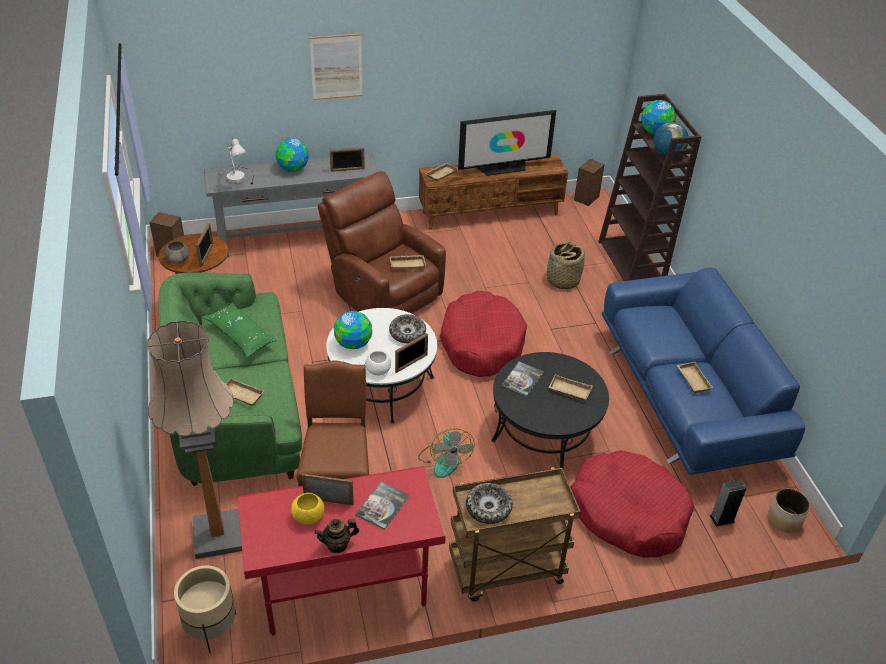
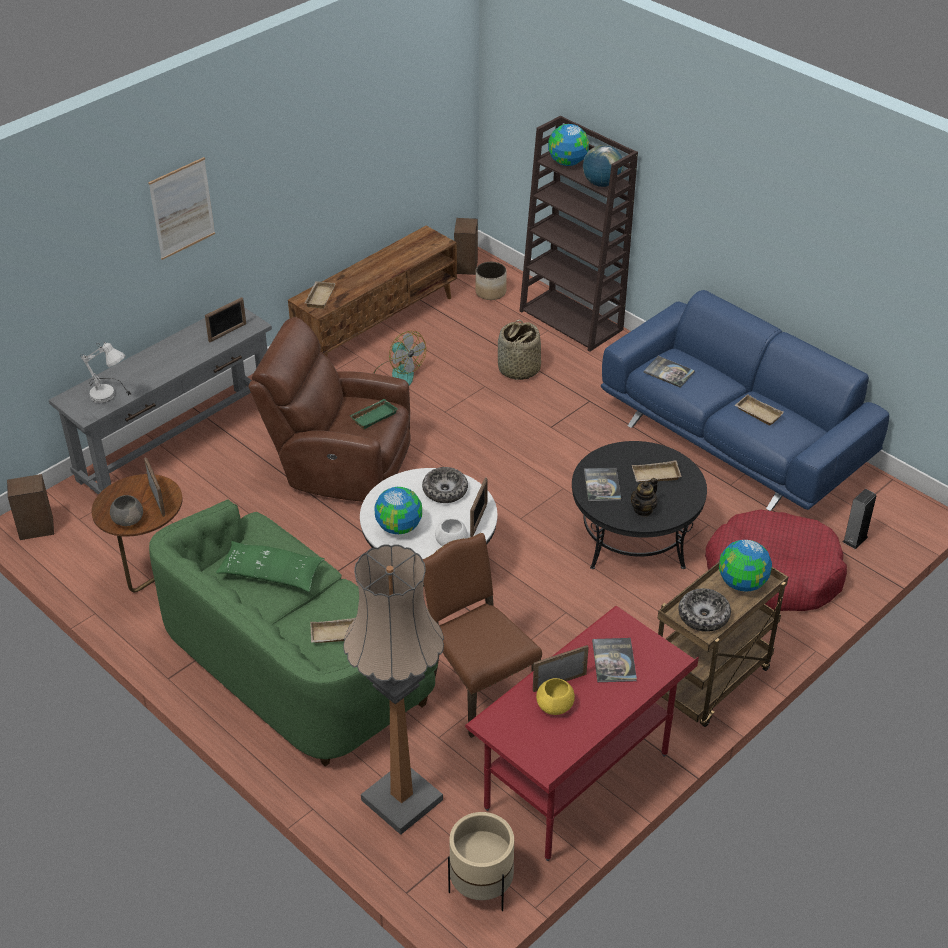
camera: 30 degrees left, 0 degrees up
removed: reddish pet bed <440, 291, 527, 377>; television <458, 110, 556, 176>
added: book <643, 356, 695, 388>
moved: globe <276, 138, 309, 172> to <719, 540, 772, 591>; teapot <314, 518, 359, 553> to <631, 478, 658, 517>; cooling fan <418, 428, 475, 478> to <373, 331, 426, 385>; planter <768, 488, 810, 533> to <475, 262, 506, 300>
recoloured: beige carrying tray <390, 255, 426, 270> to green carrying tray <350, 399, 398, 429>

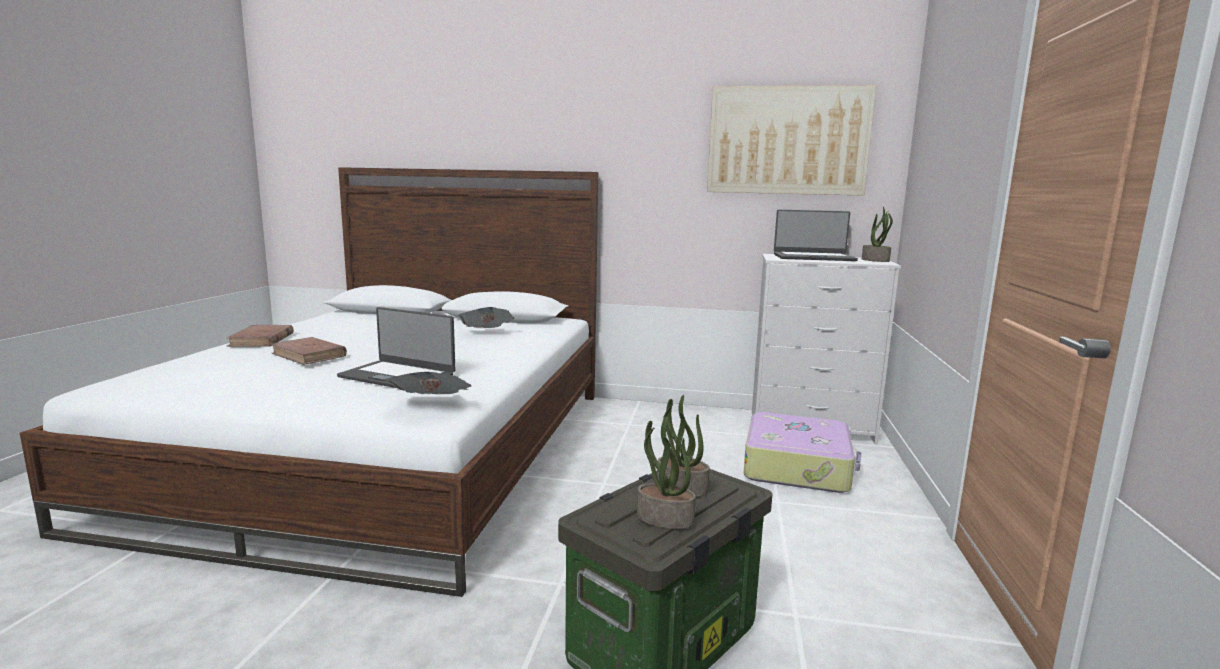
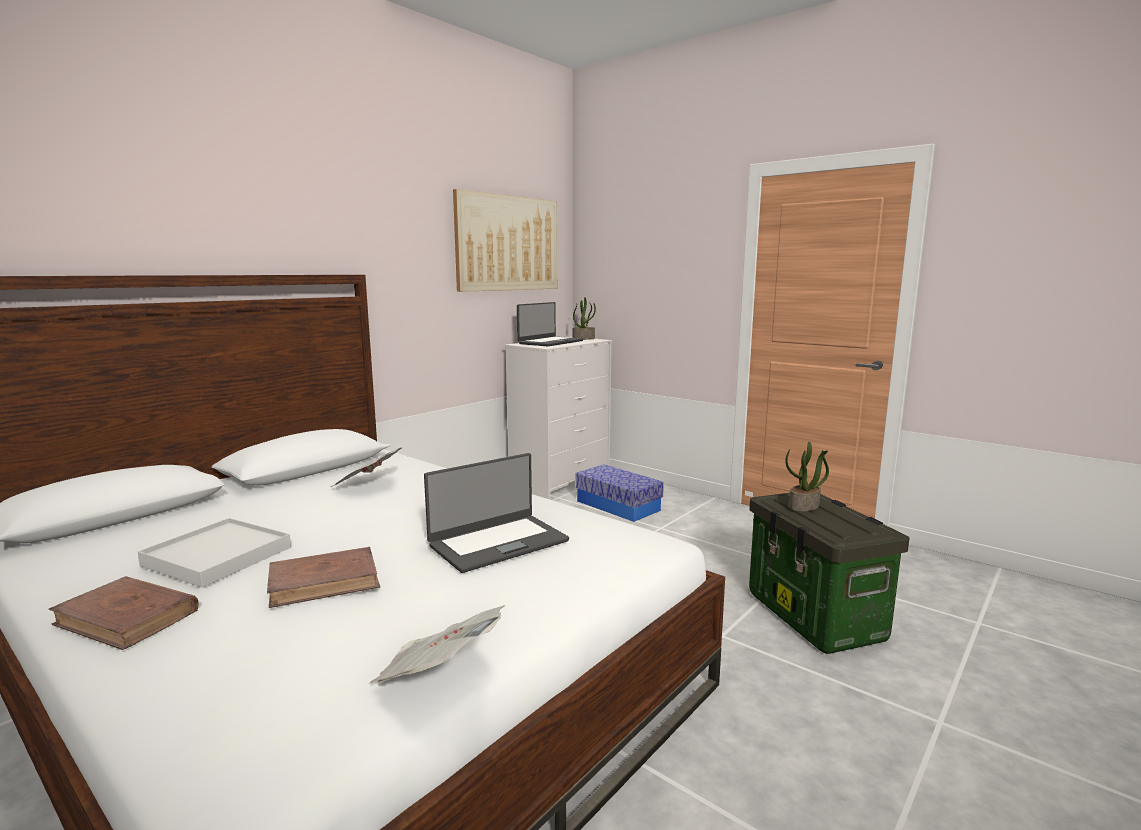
camera: 60 degrees left, 0 degrees up
removed: plant in a pot <637, 416, 696, 529>
added: whitish carrying tray <138, 518, 291, 588>
moved: newspaper <384, 372, 472, 394> to <370, 605, 506, 683>
replaced: suitcase <744, 412, 861, 493> to storage container <575, 464, 664, 522>

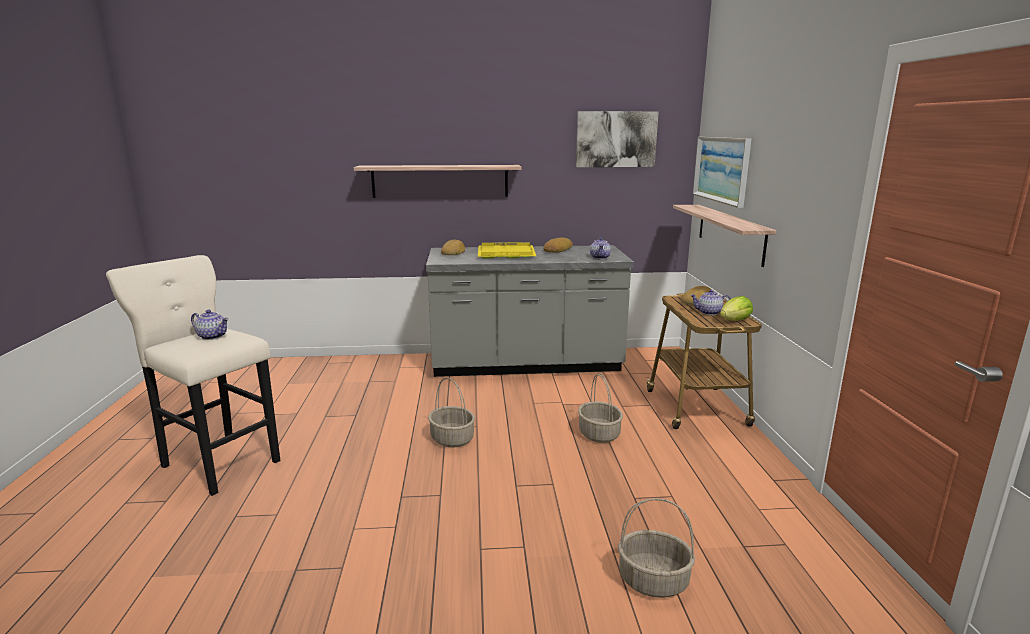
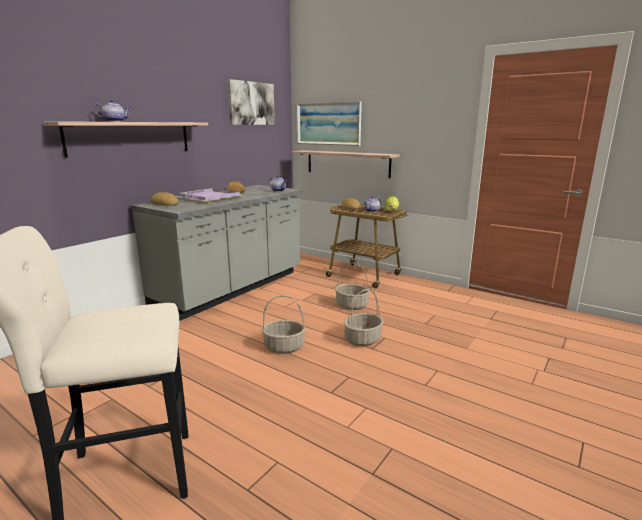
camera: 50 degrees left, 0 degrees up
moved: teapot <191, 310, 229, 340> to <94, 100, 131, 122>; storage basket <618, 498, 695, 598> to <344, 289, 384, 346>
recoloured: yellow-coloured carrying tray <478, 242, 536, 259> to purple carrying tray <176, 188, 241, 203>

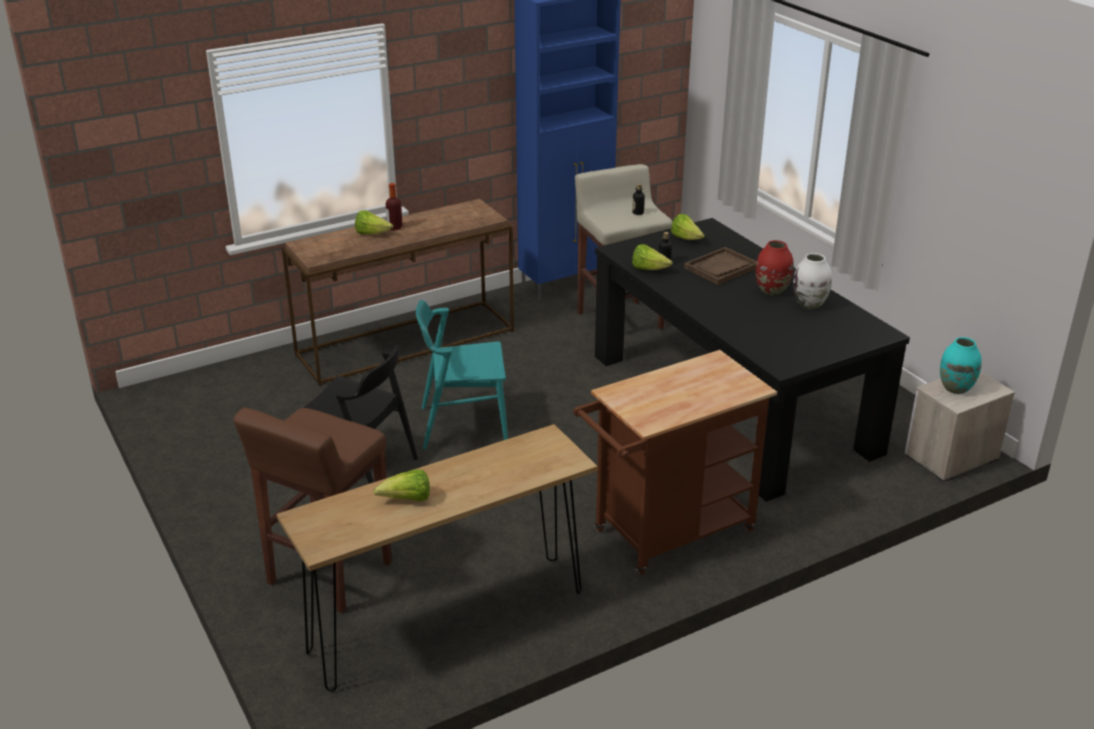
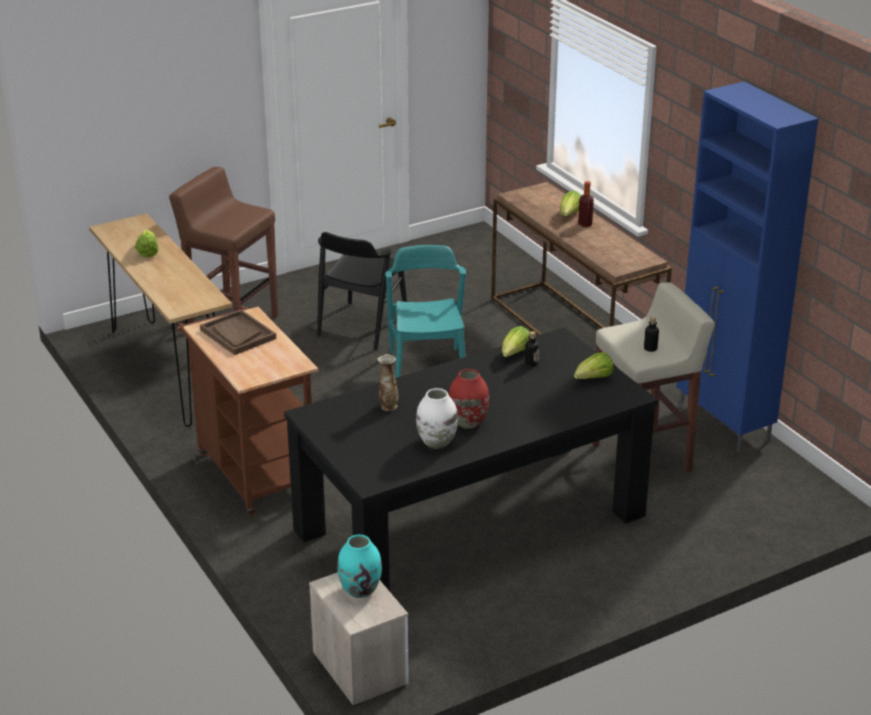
camera: 90 degrees right, 0 degrees up
added: vase <377, 354, 398, 411>
moved: brown-coloured carrying tray <684, 247, 757, 285> to <200, 310, 276, 355>

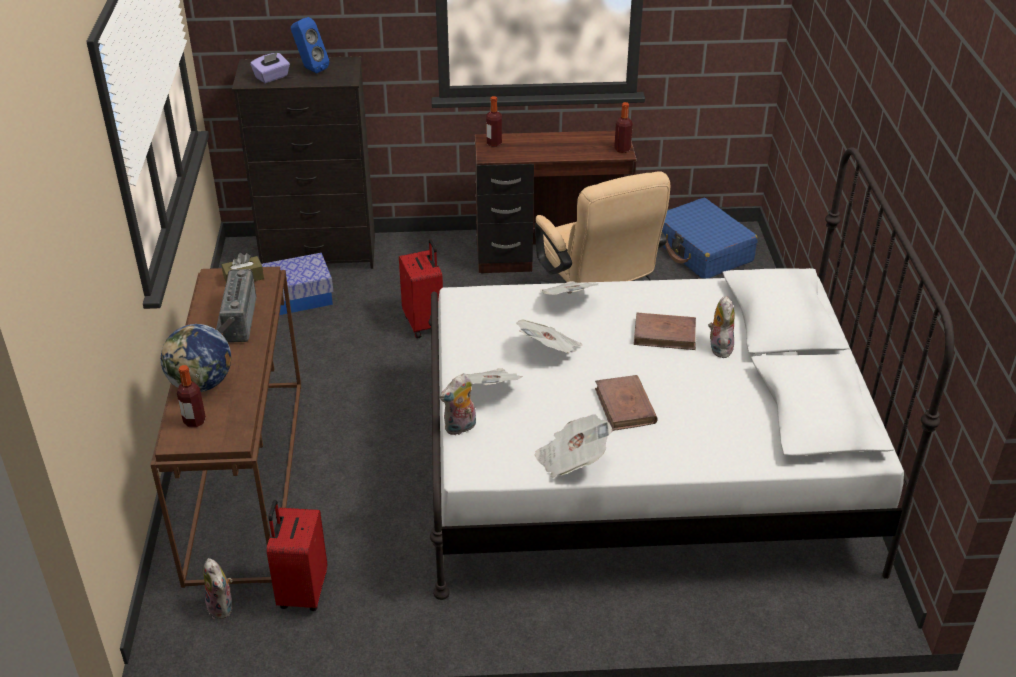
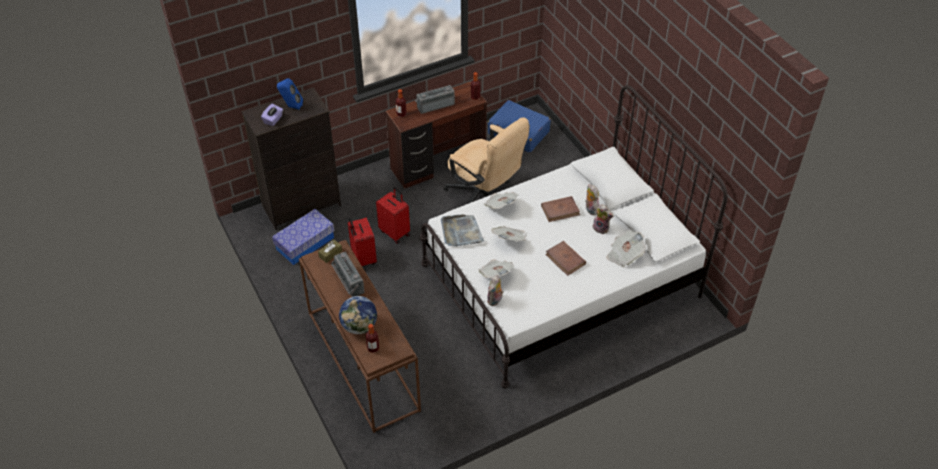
camera: 25 degrees left, 10 degrees up
added: radio receiver <415, 85, 455, 114>; grey carrying tray <441, 214, 484, 246>
moved: cuddly toy <204, 558, 232, 619> to <592, 204, 614, 234>; reddish suitcase <266, 500, 327, 611> to <348, 218, 377, 266>; newspaper <535, 414, 612, 478> to <606, 230, 646, 268>

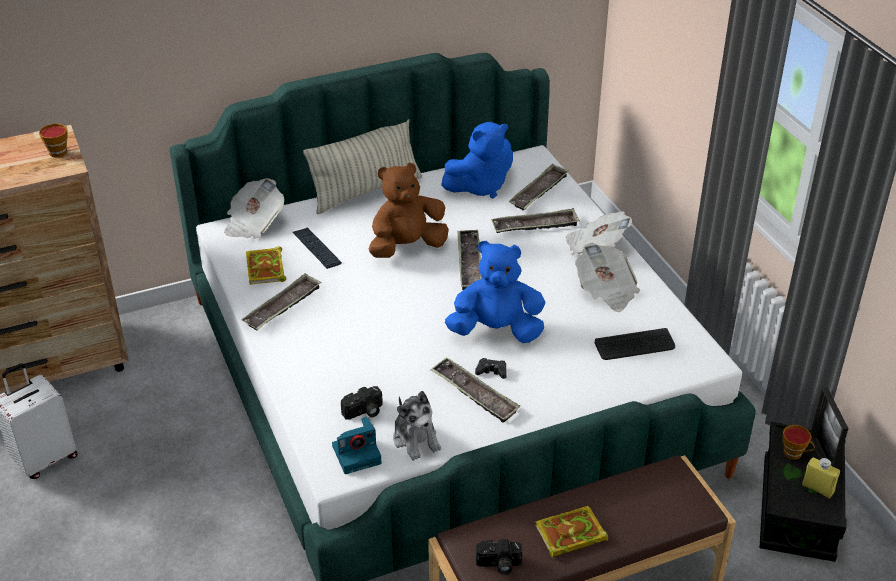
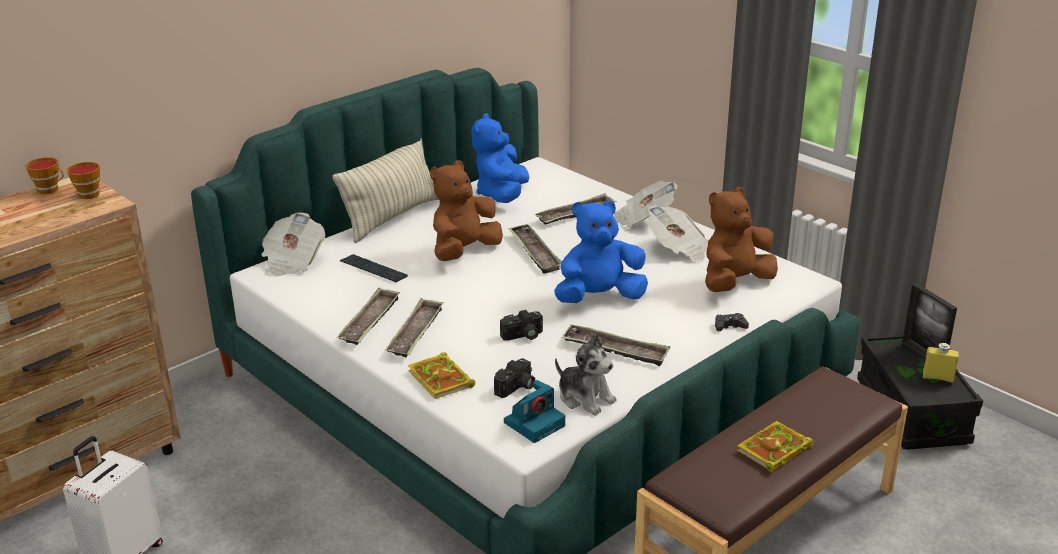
camera: 20 degrees left, 10 degrees down
moved: book <246, 246, 286, 285> to <408, 352, 475, 399>; blackish game controller <475, 358, 507, 379> to <715, 313, 749, 331>; photo camera <476, 539, 522, 575> to <500, 310, 543, 341>; carrying tray <508, 164, 568, 210> to <386, 298, 444, 357>; cup <783, 425, 814, 460> to <26, 157, 64, 194>
replaced: keyboard <595, 328, 675, 360> to brown-coloured cuddly toy <705, 187, 778, 292>
turned: blue-coloured cuddly toy <441, 122, 513, 199> = <471, 113, 529, 203> 150 degrees clockwise

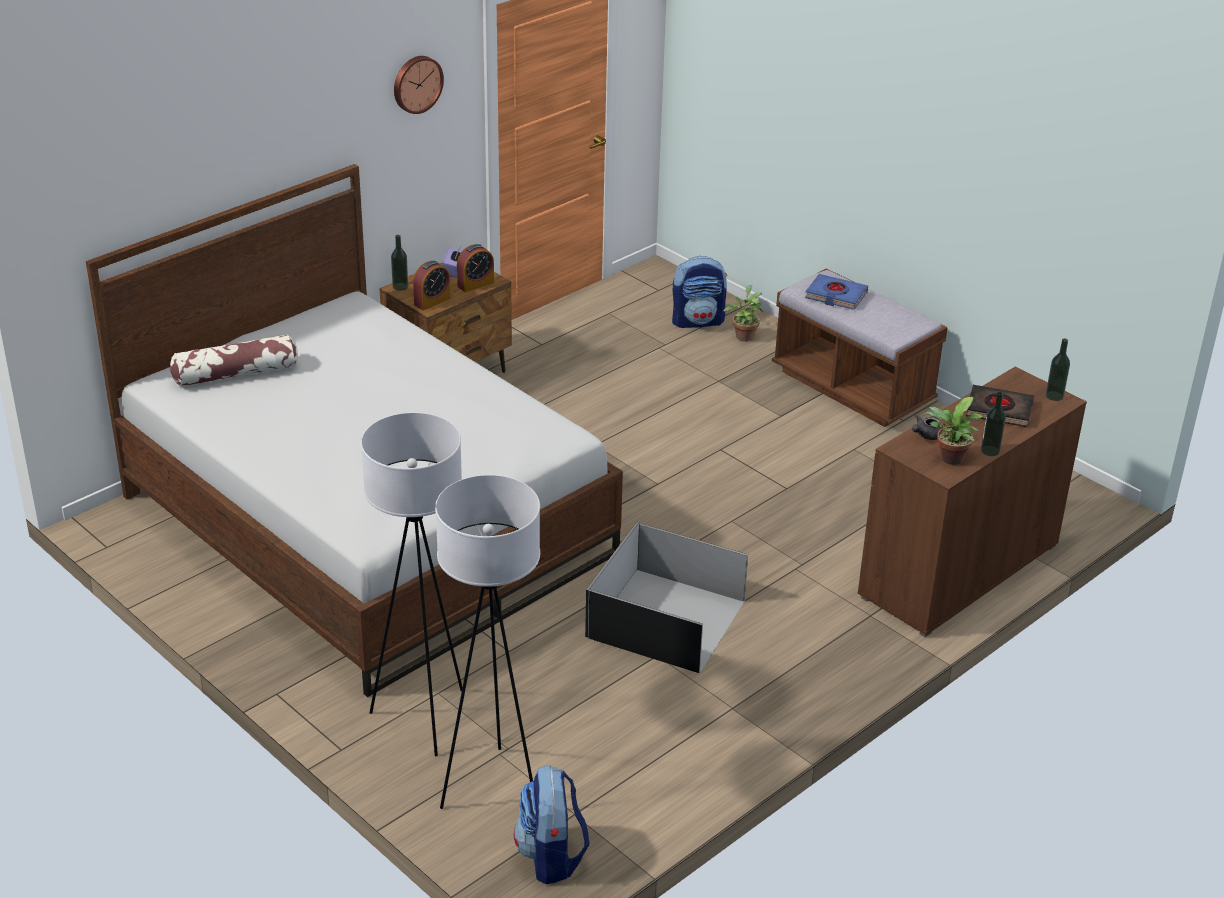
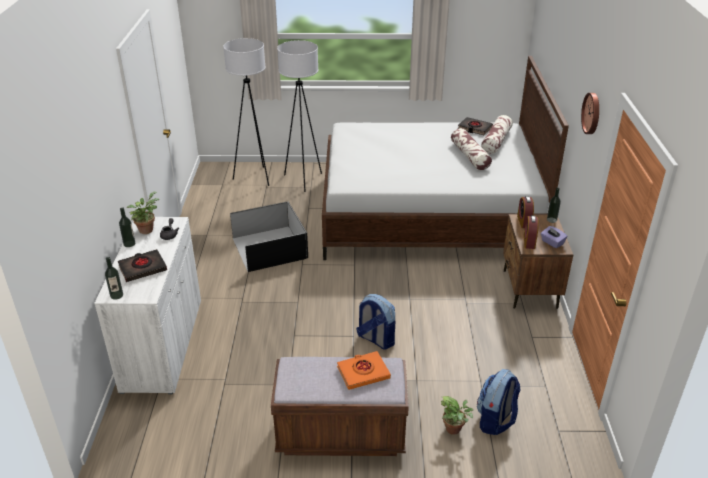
camera: 135 degrees right, 0 degrees up
added: cushion <451, 128, 492, 170>; blackish book <458, 117, 493, 135>
moved: backpack <514, 765, 590, 884> to <356, 294, 395, 349>
recoloured: blue-coloured book <805, 274, 868, 310> to orange book <337, 351, 391, 390>; brown-coloured storage cabinet <858, 367, 1087, 637> to whitish storage cabinet <94, 217, 201, 394>

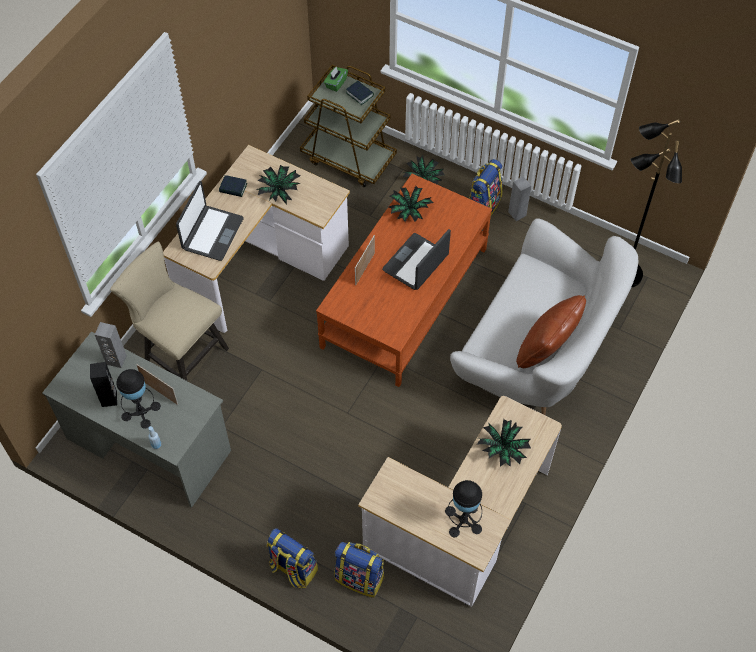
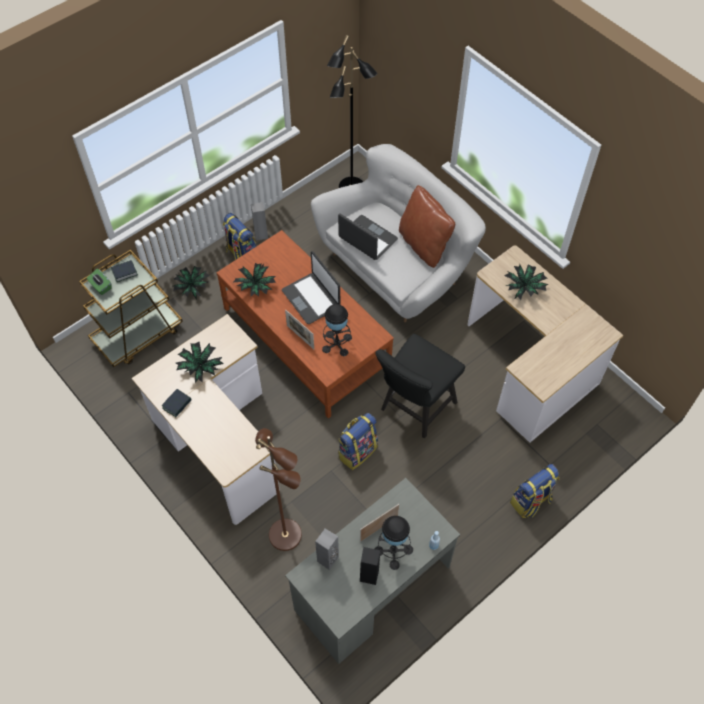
camera: 70 degrees left, 0 degrees up
added: blackish chair <375, 334, 465, 439>
moved: laptop <176, 181, 244, 261> to <338, 213, 398, 260>; backpack <334, 542, 385, 598> to <338, 413, 378, 470>; blackish lamp for a table <445, 480, 482, 537> to <322, 304, 352, 356>
replaced: beige chair <110, 242, 229, 381> to brown-coloured floor lamp <255, 428, 302, 551>

